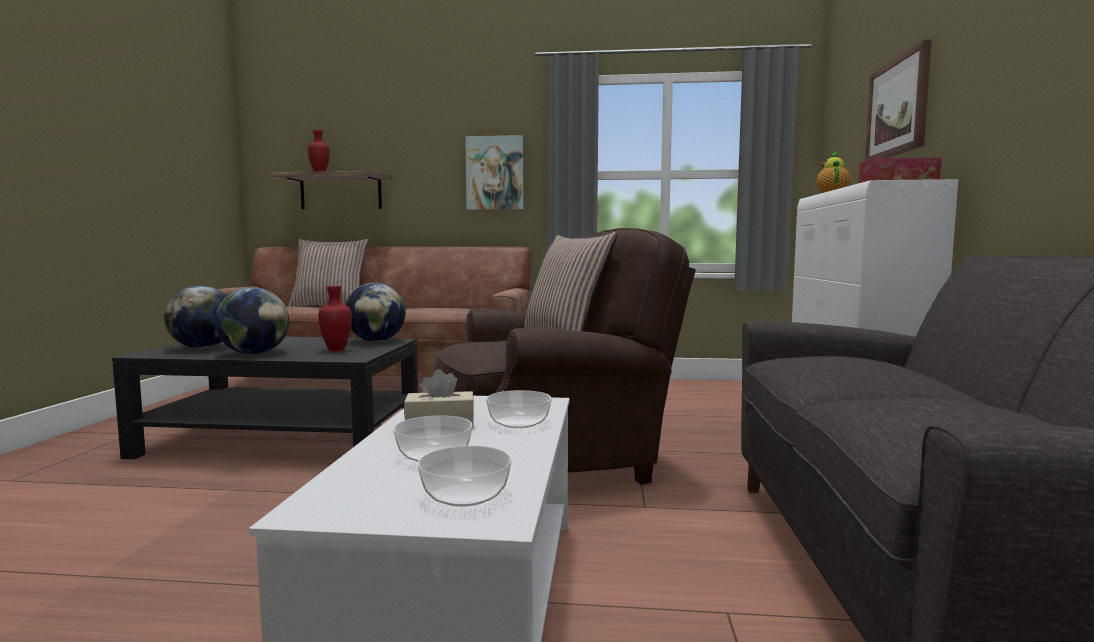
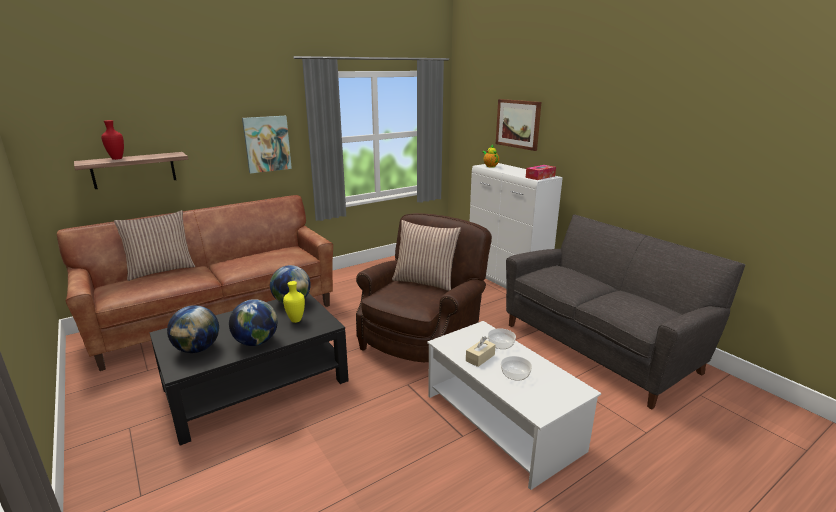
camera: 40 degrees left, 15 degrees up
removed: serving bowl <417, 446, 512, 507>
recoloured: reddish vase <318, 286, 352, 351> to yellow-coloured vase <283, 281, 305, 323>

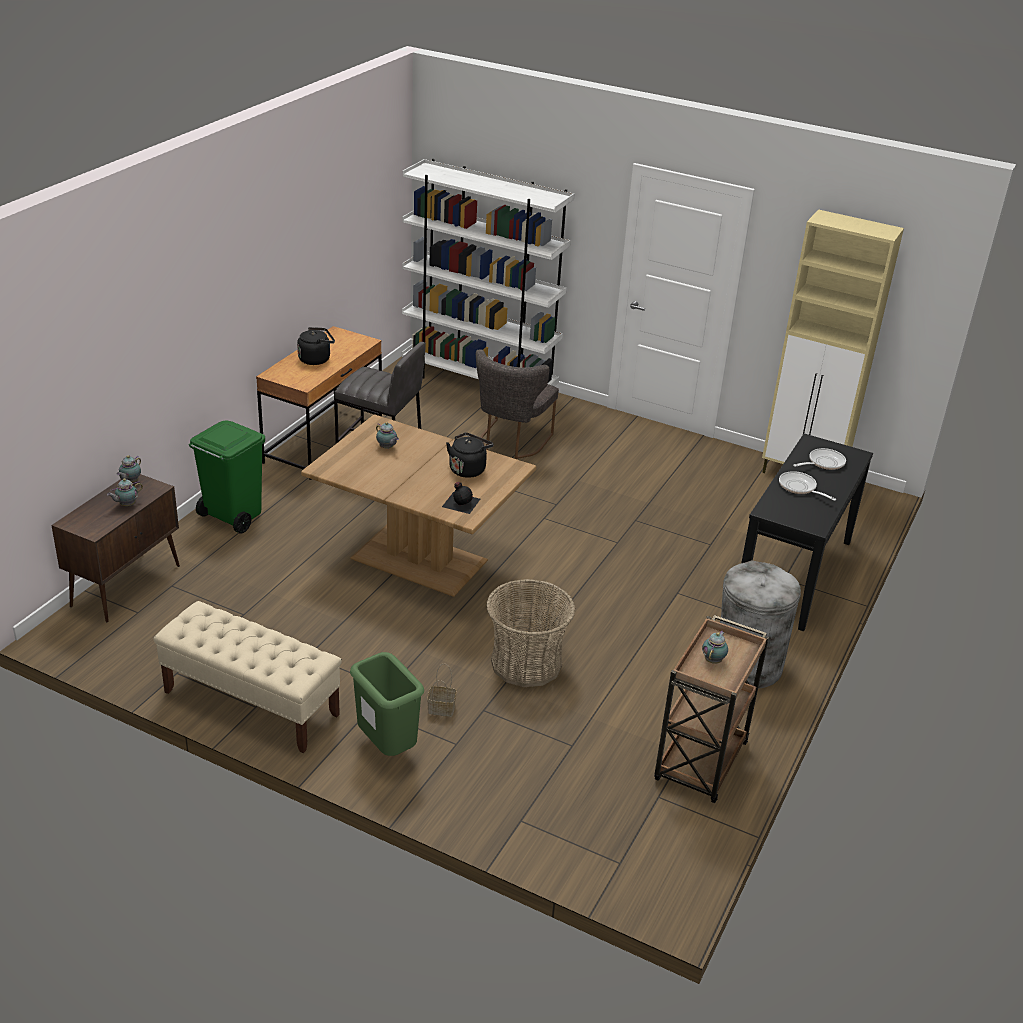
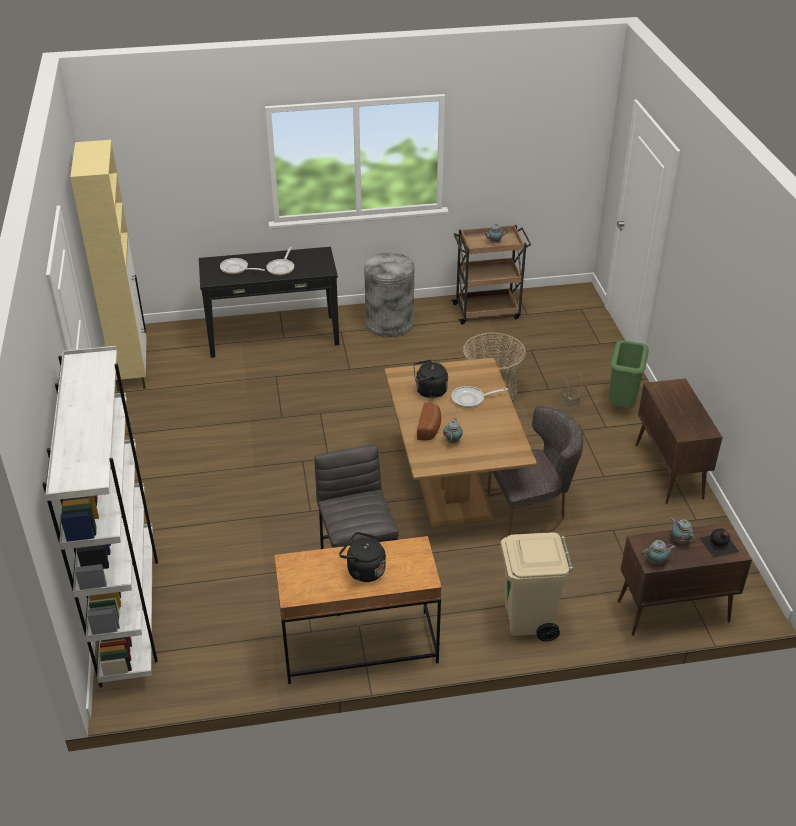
camera: 125 degrees left, 5 degrees up
added: baked bread <417, 403, 441, 440>; skillet <451, 386, 508, 408>
moved: blackish beverage bottle <442, 482, 480, 514> to <700, 528, 739, 558>; grey chair <476, 349, 559, 459> to <487, 406, 583, 536>
replaced: beige long seat <154, 601, 342, 753> to brown-coloured storage cabinet <635, 378, 723, 504>
recoloured: green waste bin <189, 421, 265, 533> to beige waste bin <500, 532, 574, 641>
turned: teapot <107, 478, 143, 506> = <671, 517, 695, 544> 135 degrees counterclockwise

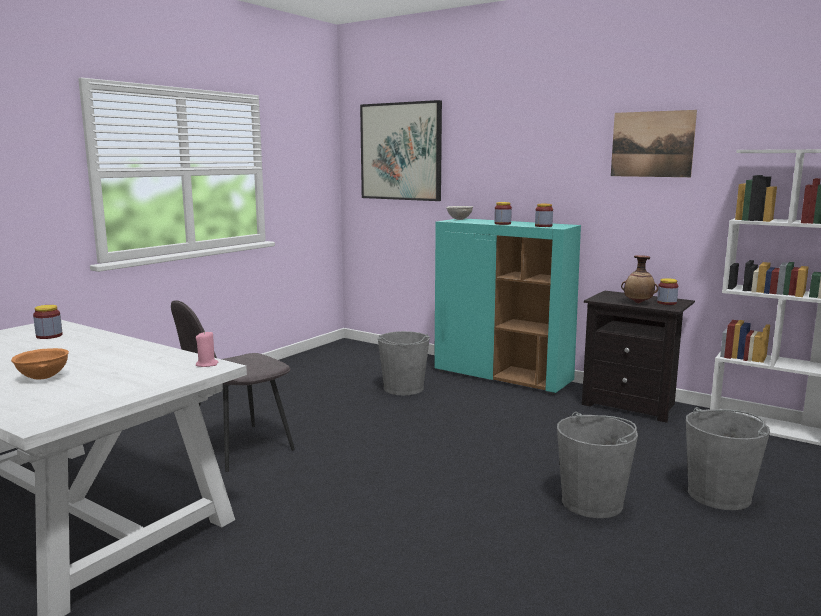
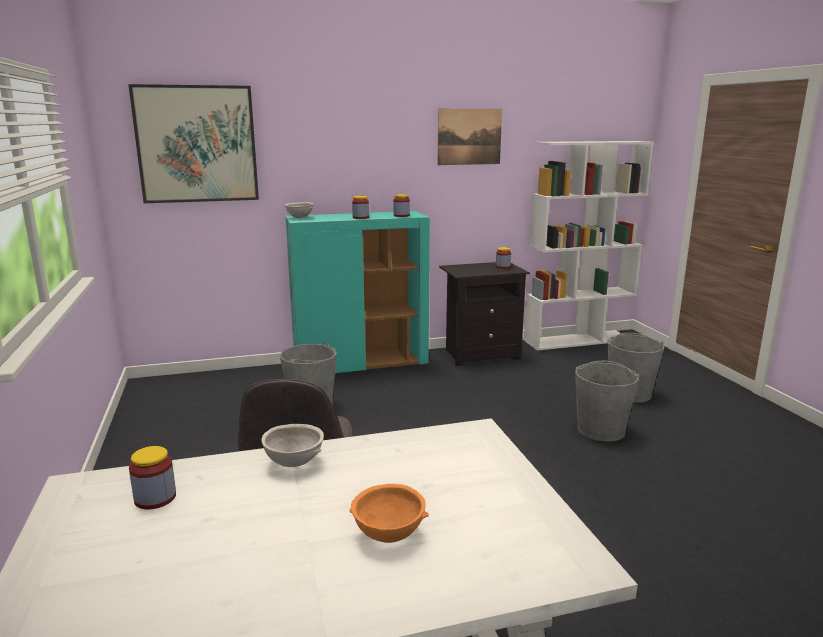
camera: 50 degrees left, 5 degrees up
removed: pink-coloured wax light <196, 331, 219, 367>; vase <621, 255, 658, 303>
added: grey serving bowl <262, 424, 324, 467>

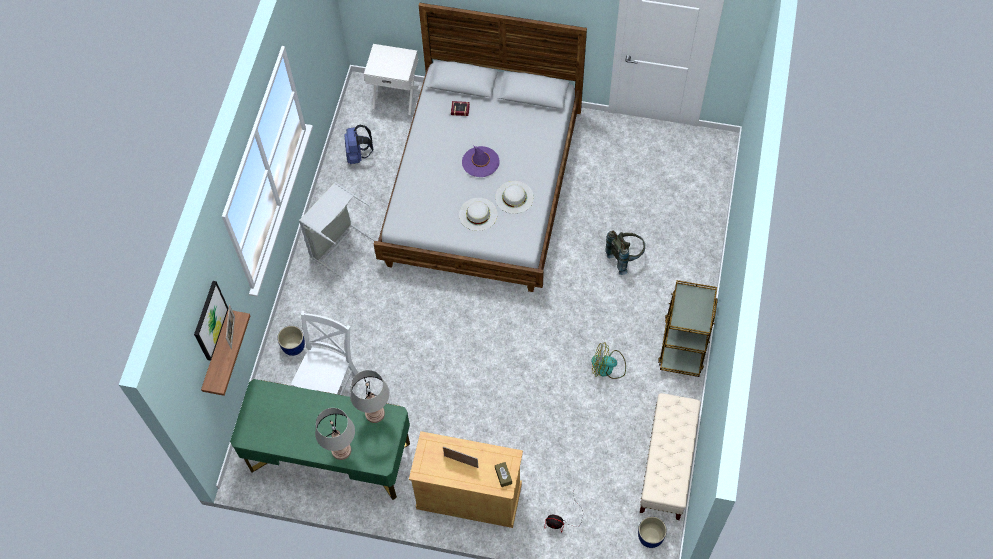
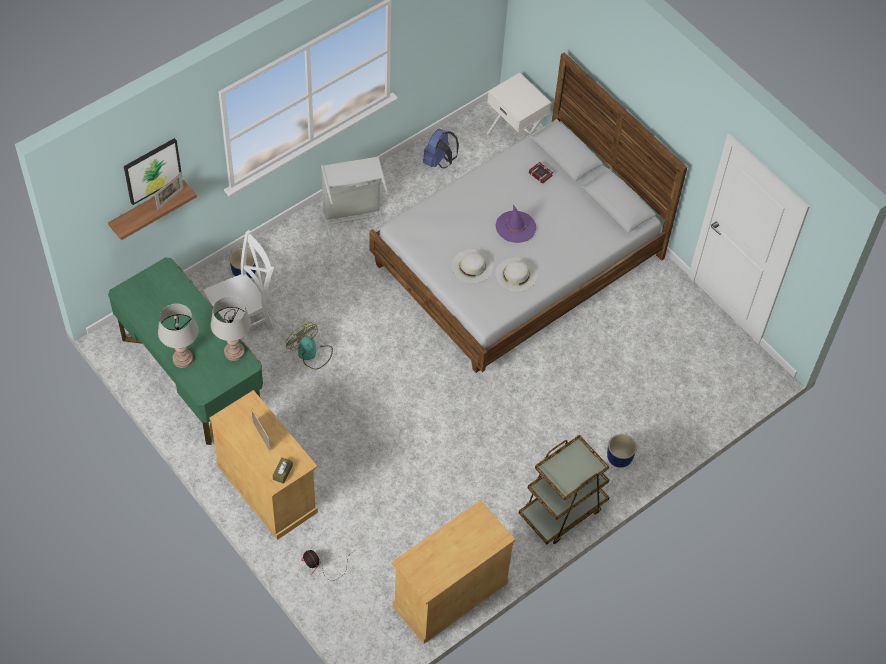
camera: 35 degrees right, 5 degrees down
removed: grey backpack <605, 230, 645, 275>
moved: cooling fan <592, 342, 626, 379> to <286, 323, 333, 370>; blue-coloured planter <638, 516, 667, 548> to <607, 434, 637, 468>
replaced: beige long seat <640, 393, 701, 520> to beige storage cabinet <391, 500, 516, 644>

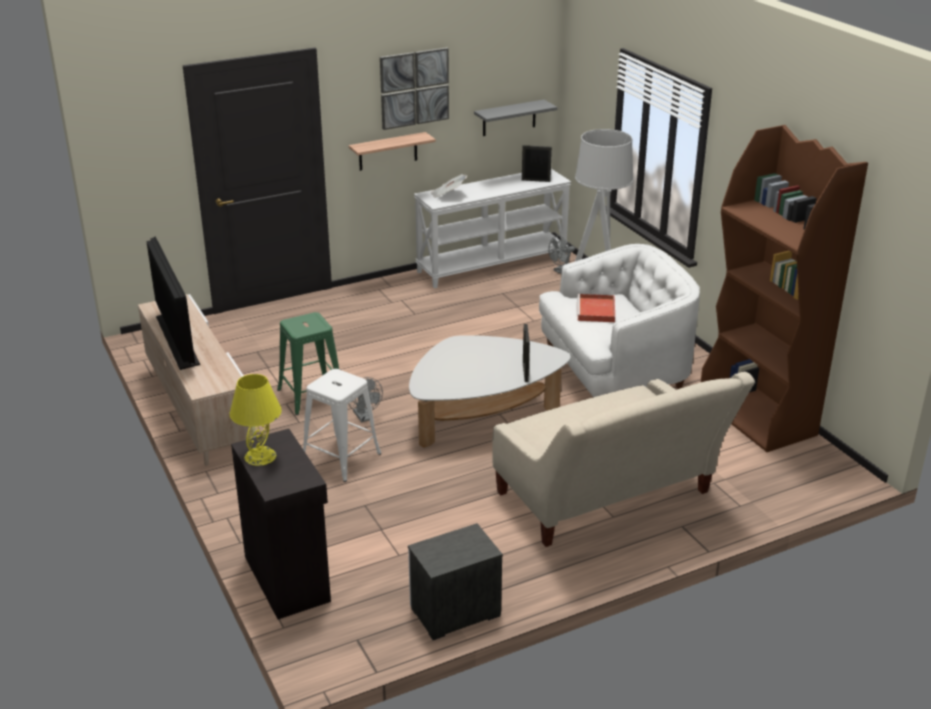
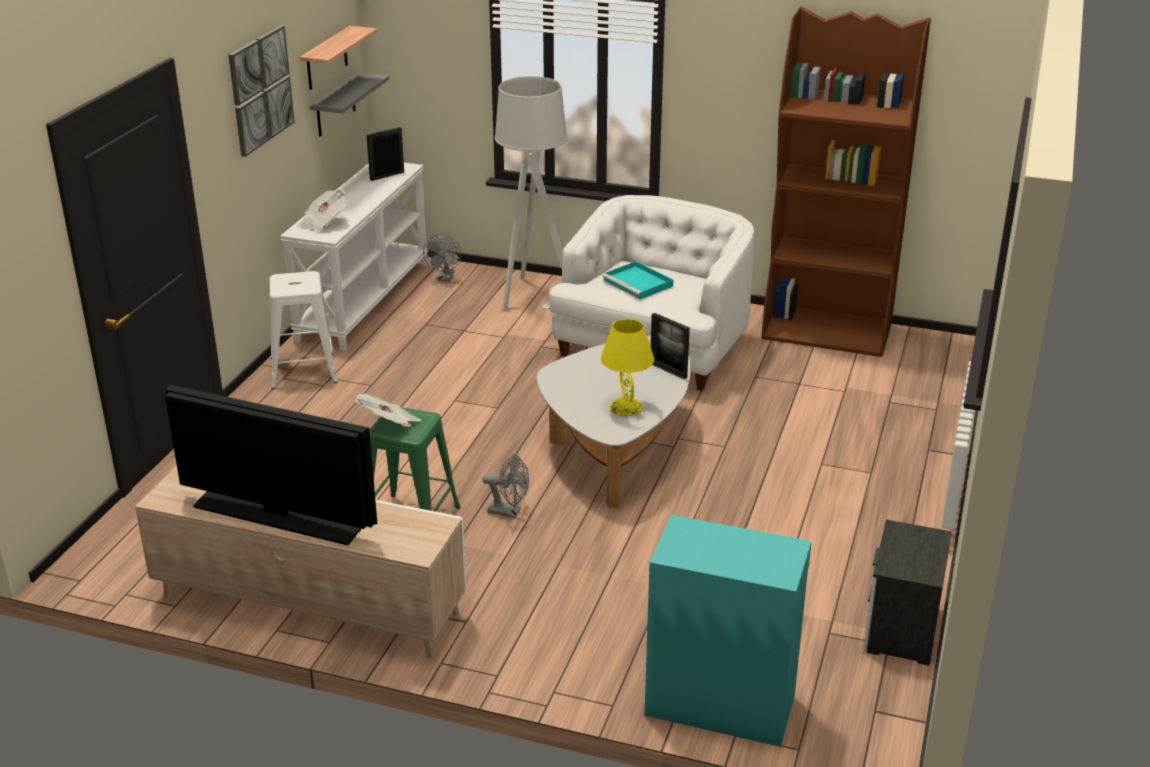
camera: 45 degrees left, 0 degrees up
removed: beige sofa <492, 372, 755, 547>
added: newspaper <354, 394, 421, 424>
moved: yellow-coloured lamp for a table <230, 374, 282, 466> to <600, 319, 654, 416>; whitish stool <303, 369, 381, 482> to <269, 271, 338, 389>; wall shelf <349, 132, 436, 171> to <299, 26, 377, 90>
recoloured: blackish storage cabinet <231, 429, 331, 619> to turquoise storage cabinet <644, 515, 812, 747>; reddish carrying tray <577, 294, 615, 322> to turquoise carrying tray <602, 261, 673, 300>

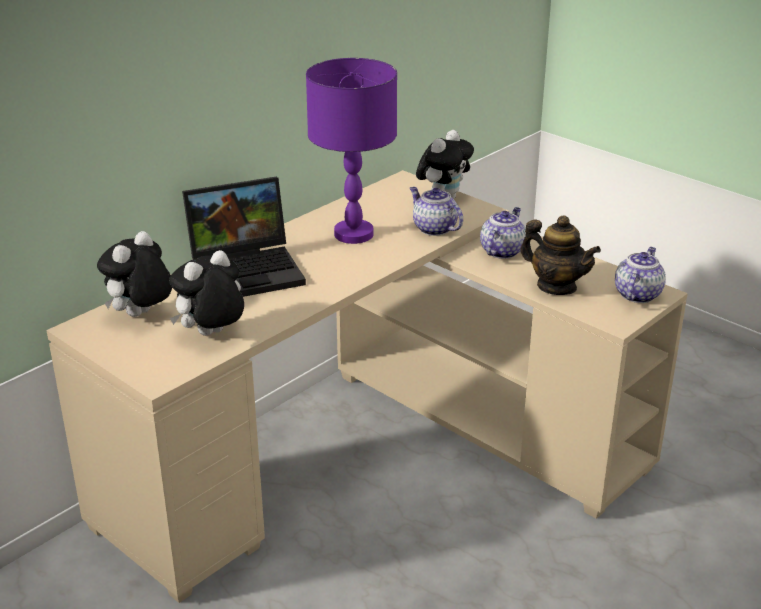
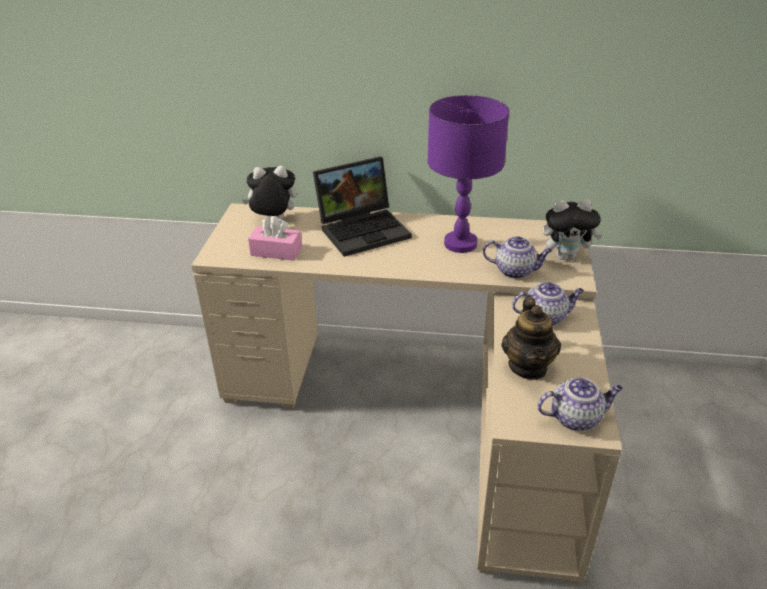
camera: 55 degrees right, 5 degrees up
replaced: cuddly toy <169, 250, 244, 336> to pink-coloured tissue box <248, 216, 302, 261>
turned: laptop <182, 177, 306, 297> = <313, 157, 412, 257> 60 degrees counterclockwise; teapot <410, 187, 463, 236> = <483, 236, 553, 278> 90 degrees clockwise

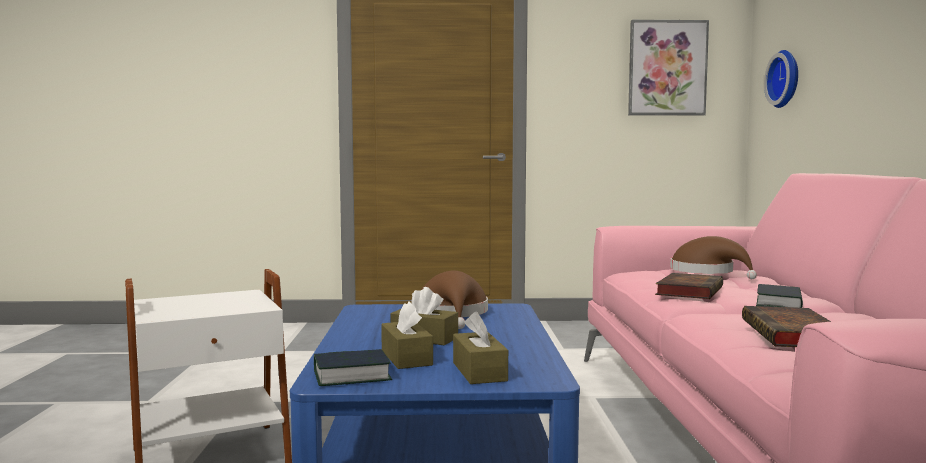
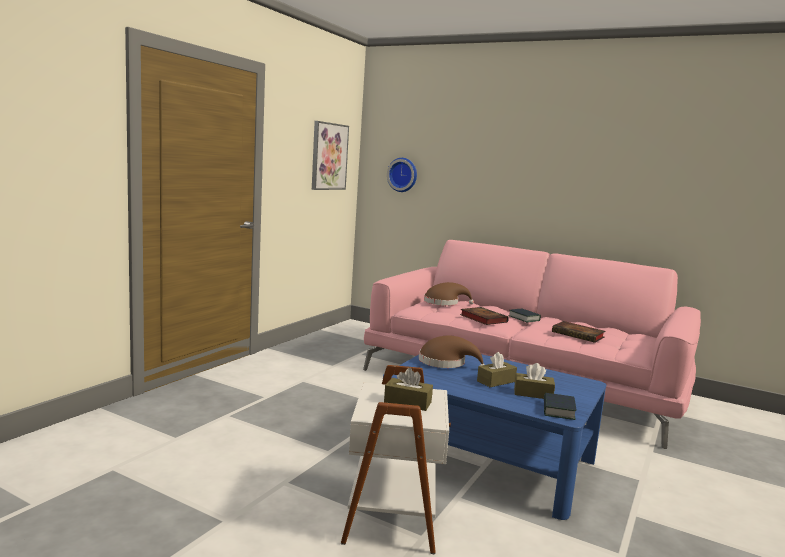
camera: 60 degrees left, 5 degrees up
moved: brown-coloured tissue box <453, 311, 508, 384> to <384, 368, 433, 411>

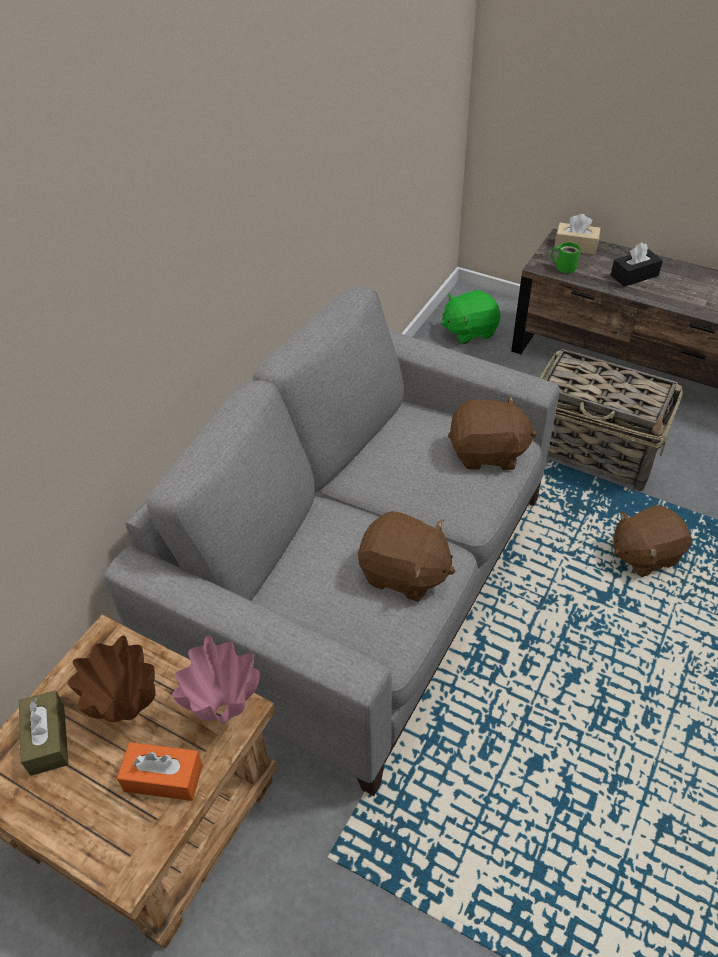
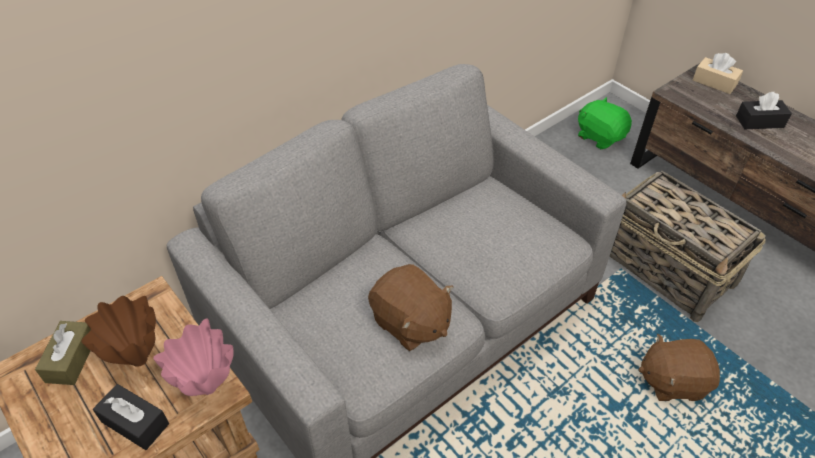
camera: 20 degrees right, 0 degrees up
removed: brown-coloured cuddly toy <448, 395, 537, 470>; green mug <551, 242, 580, 273>
recoloured: orange tissue box <117, 742, 203, 801> to blackish tissue box <93, 384, 169, 450>
turned: green cuddly toy <441, 290, 501, 344> = <578, 97, 632, 149> 45 degrees clockwise

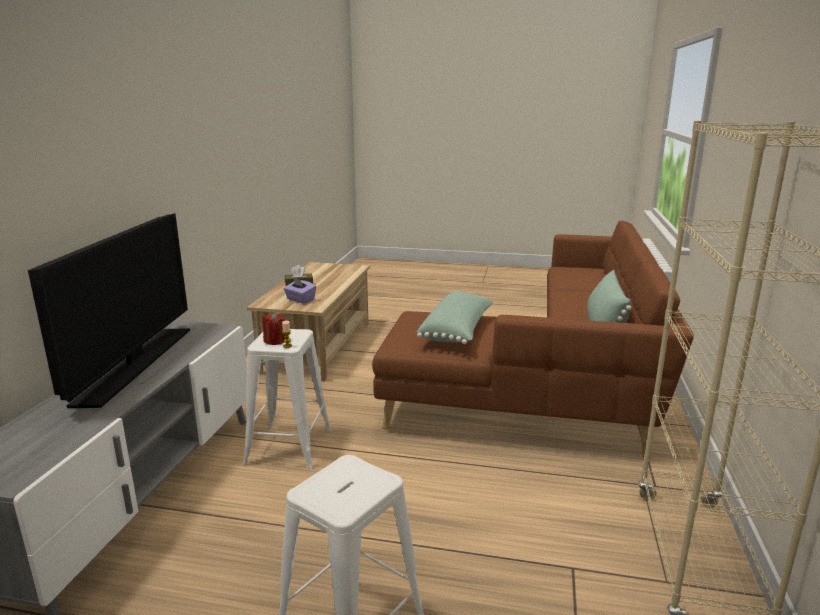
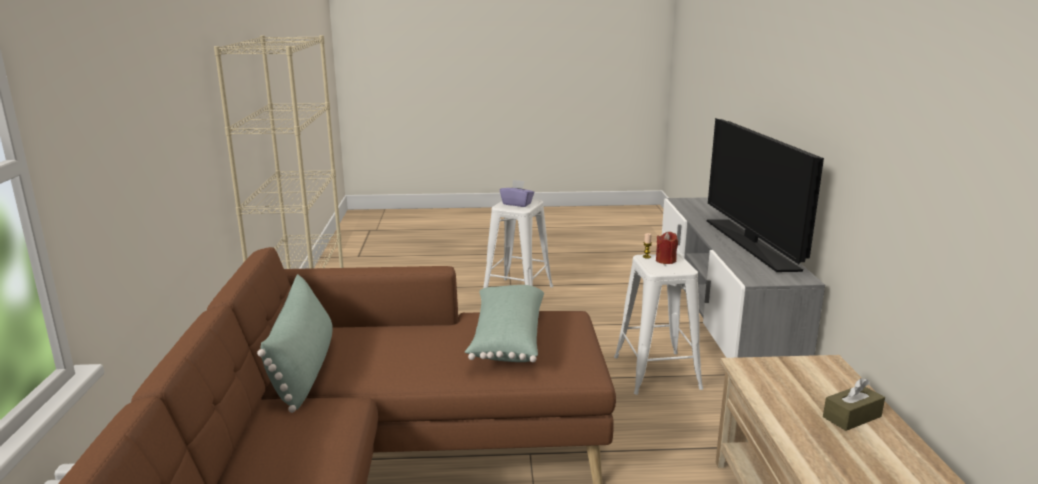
camera: 165 degrees right, 0 degrees up
moved: purple tissue box <283, 278, 316, 304> to <500, 180, 534, 207>

